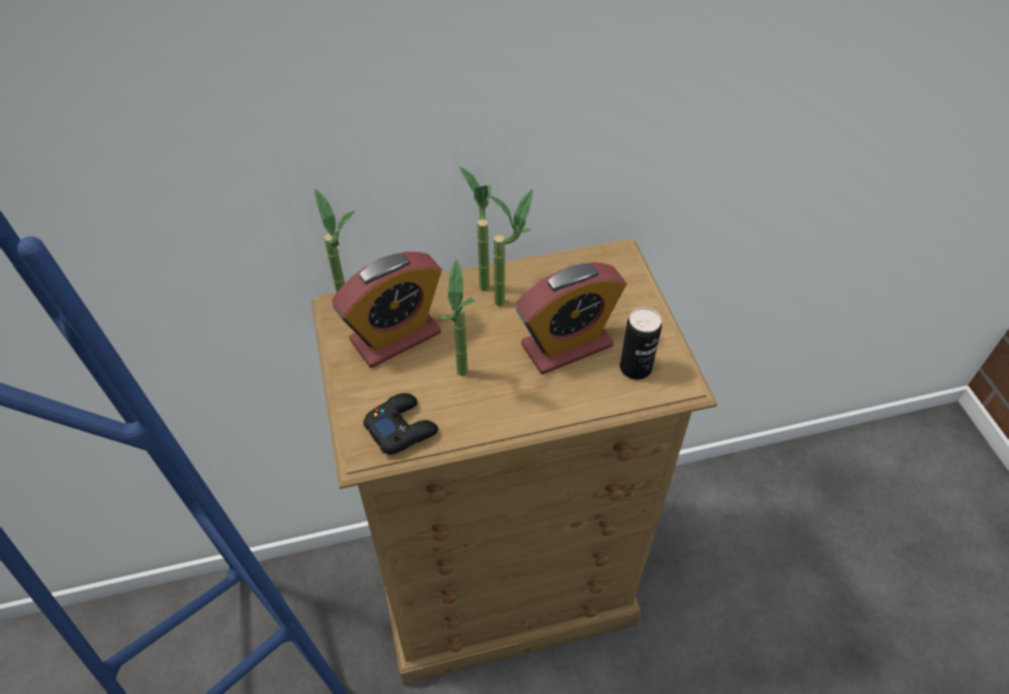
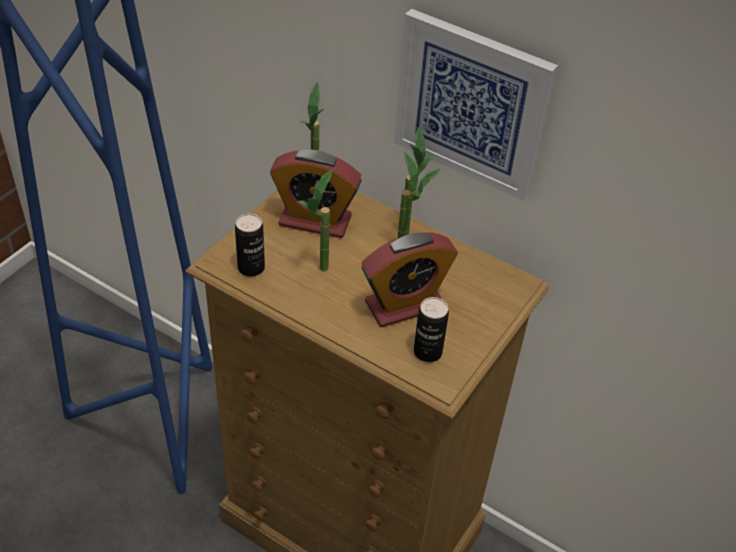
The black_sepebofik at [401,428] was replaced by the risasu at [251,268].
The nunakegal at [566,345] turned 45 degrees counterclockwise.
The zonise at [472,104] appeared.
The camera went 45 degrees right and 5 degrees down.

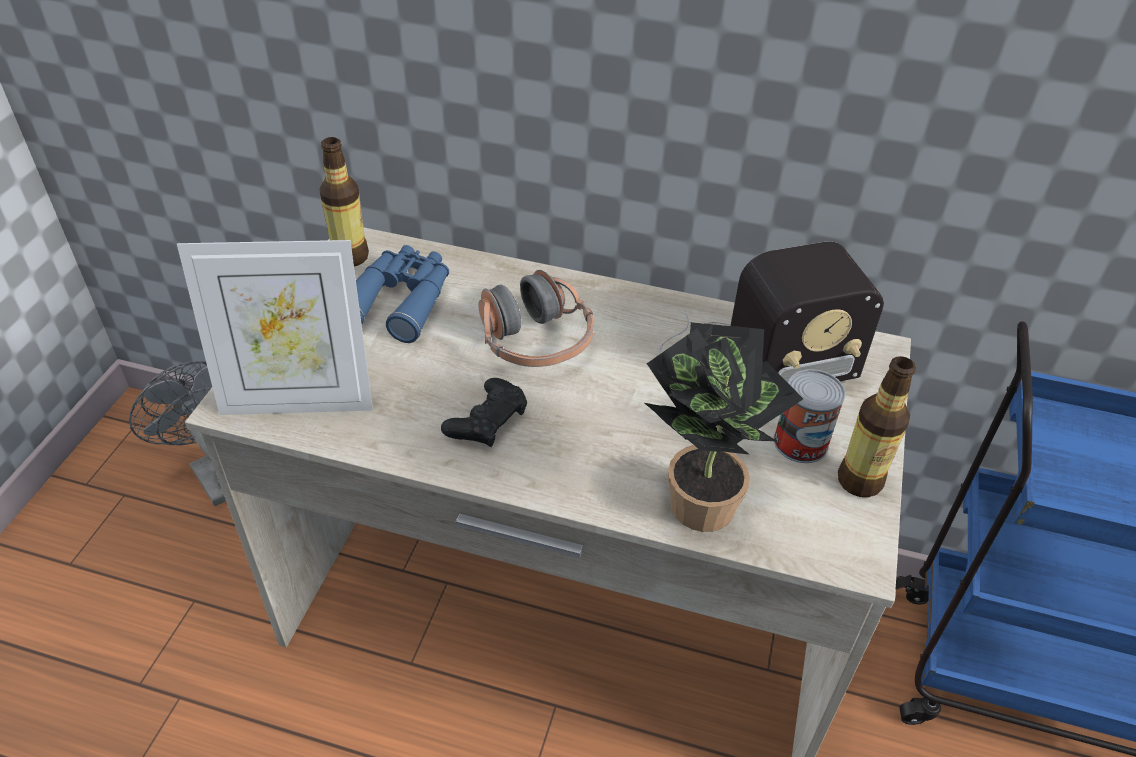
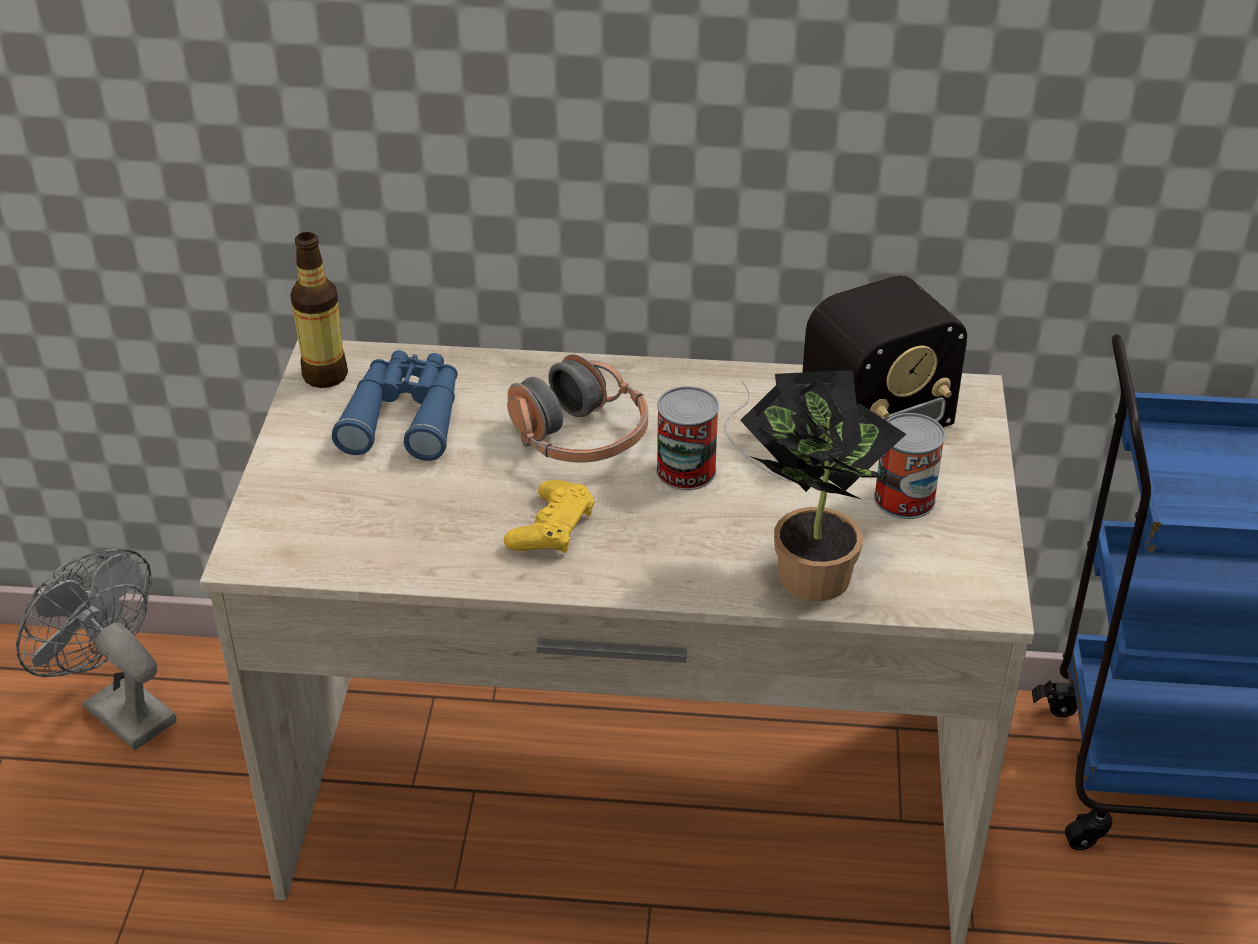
The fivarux at [298,401] disappeared.
The black_sepebofik at [487,420] became the yellow_sepebofik at [551,528].
The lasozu at [860,481] disappeared.
The risasu at [686,470] appeared.
The camera went 10 degrees left and 5 degrees down.

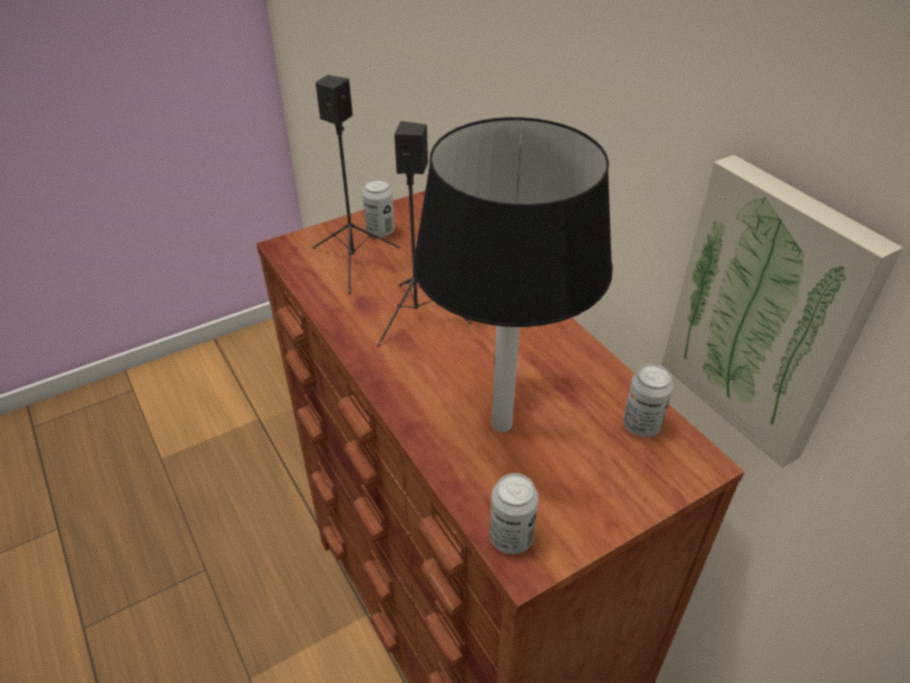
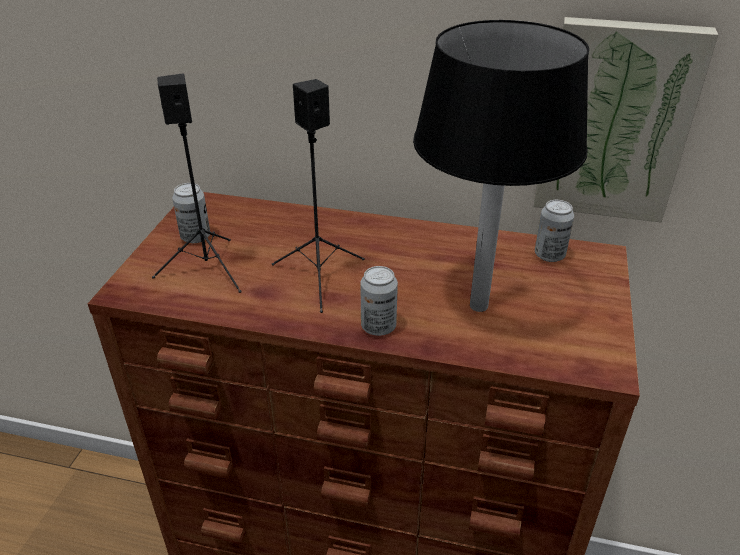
The risasu moved from [511,537] to [378,327].
The camera went 45 degrees left and 5 degrees down.

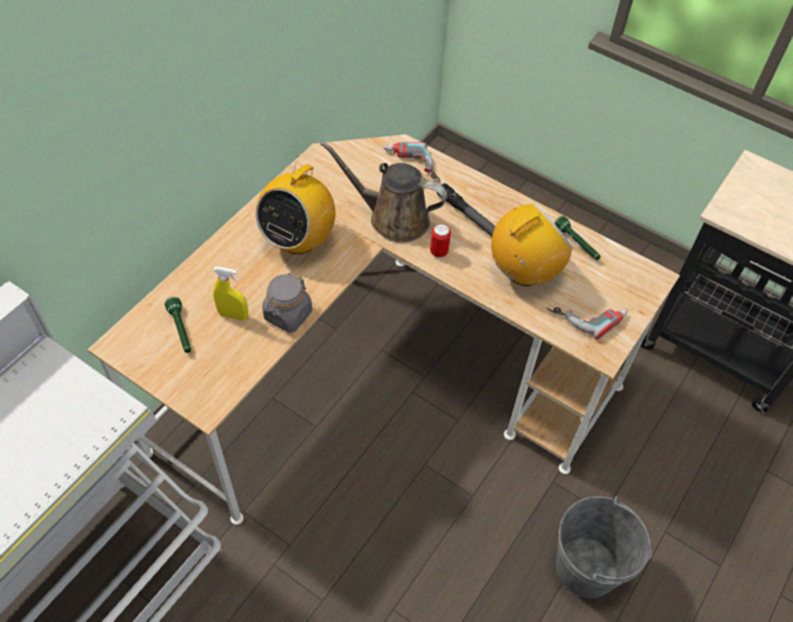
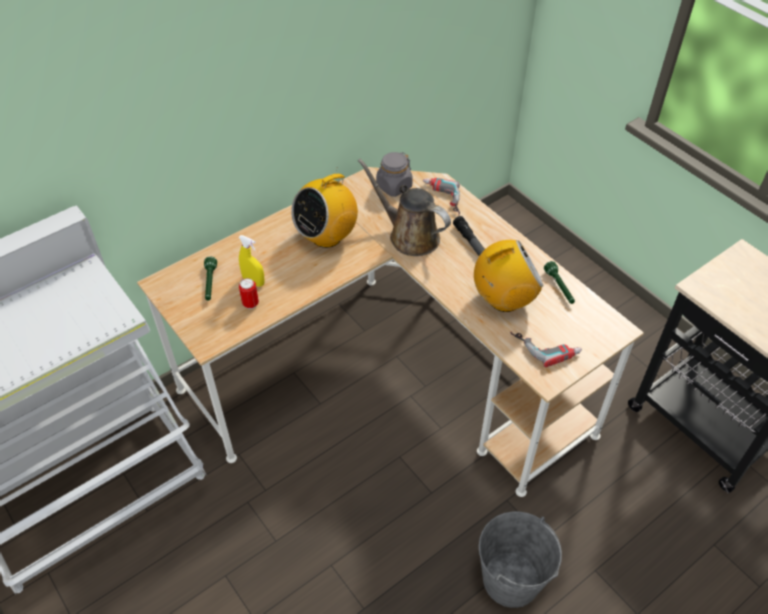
The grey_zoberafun moved from [288,315] to [394,186].
The risasu moved from [439,252] to [250,304].
The camera went 20 degrees right and 5 degrees down.

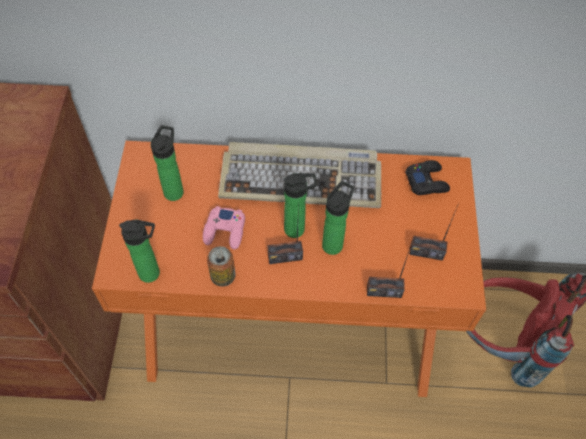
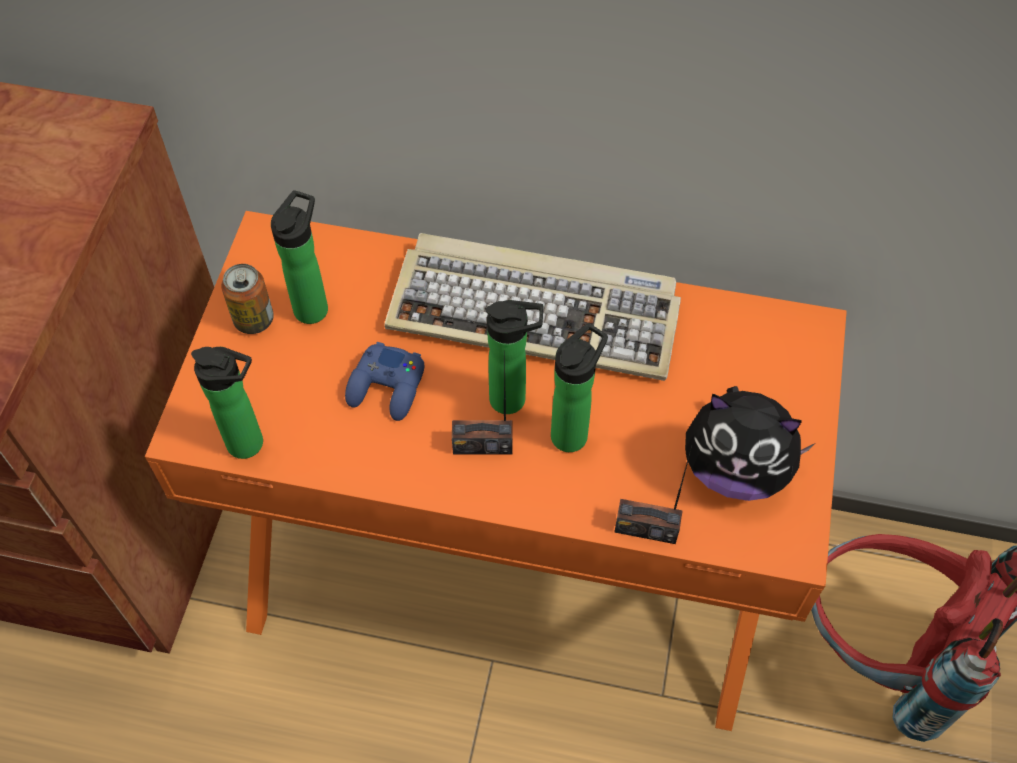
The pink_sepebofik at [225,231] became the blue_sepebofik at [387,387].
The risasu moved from [223,276] to [254,319].
The black_sepebofik at [427,181] disappeared.
The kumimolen at [426,252] was replaced by the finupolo at [735,469].
The camera went 10 degrees right and 0 degrees up.

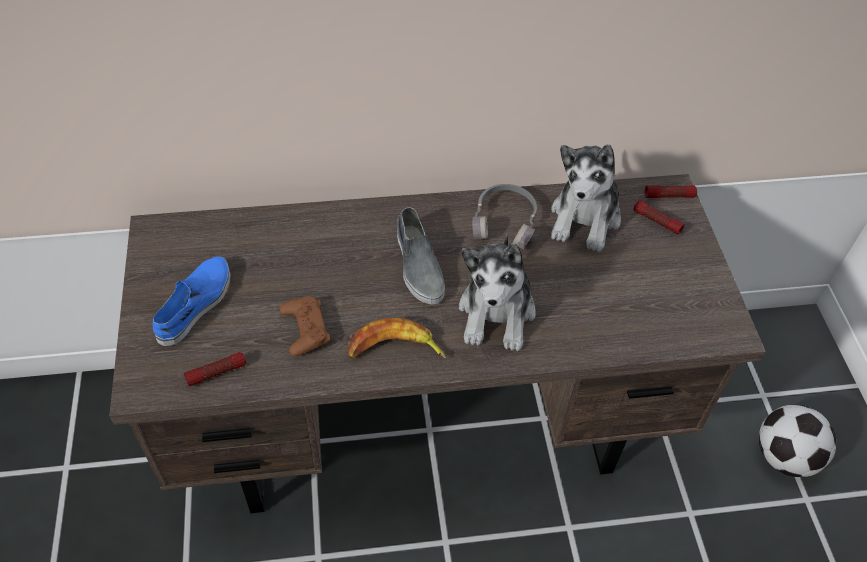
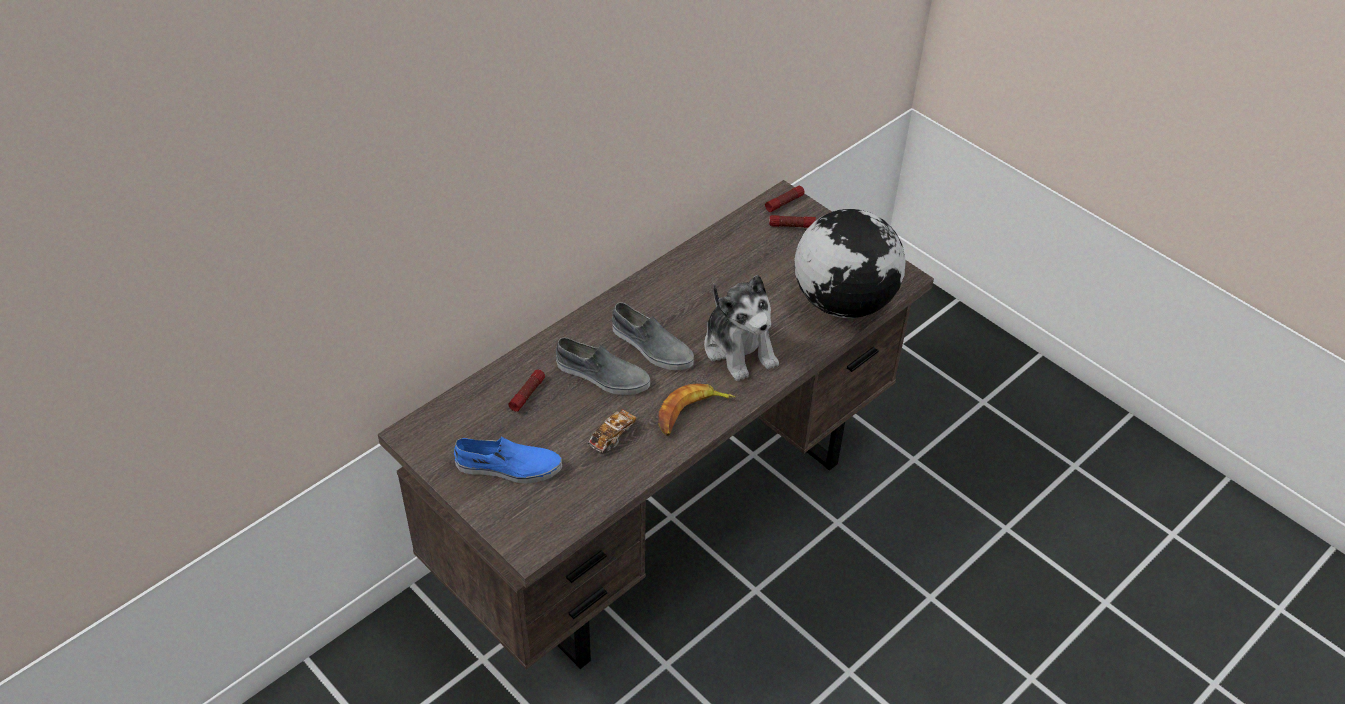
The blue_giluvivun at [196,305] turned 105 degrees clockwise.
The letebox moved from [216,372] to [527,394].
The brown_sepebofik at [305,329] was replaced by the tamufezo at [612,436].
The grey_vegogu at [505,221] disappeared.
The finupolo at [585,218] disappeared.
The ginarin at [784,456] disappeared.
The grey_giluvivun at [602,375] appeared.
The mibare at [843,301] appeared.
The camera went 35 degrees left and 5 degrees down.

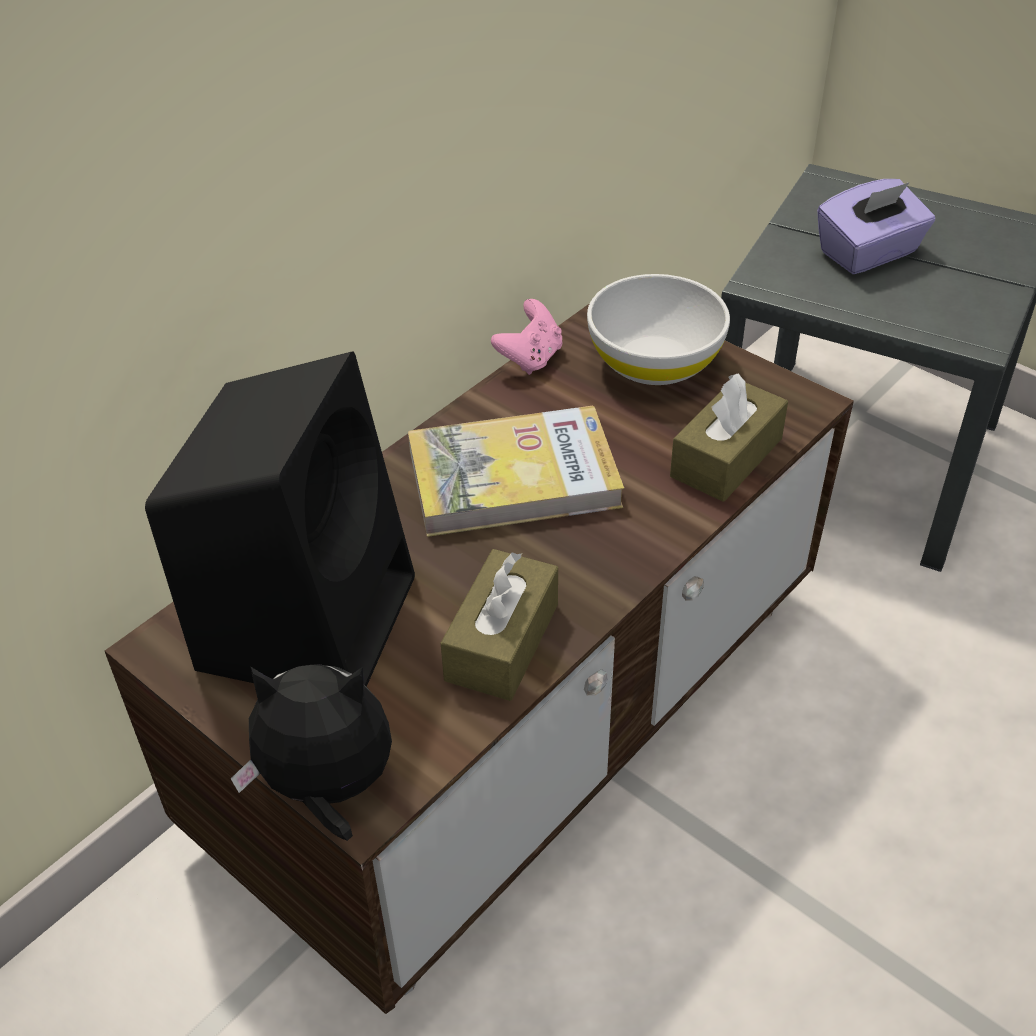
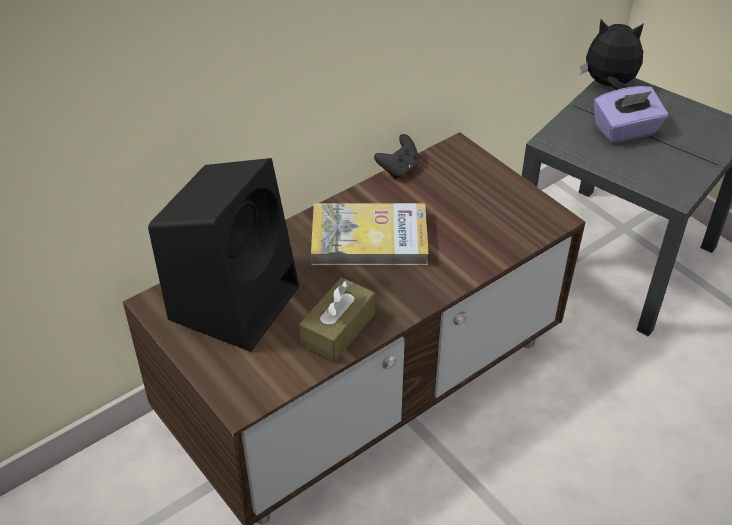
The finupolo moved from [327,789] to [609,85].
The pink_sepebofik at [530,358] became the black_sepebofik at [399,169].
The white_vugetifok at [654,361] disappeared.
The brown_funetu at [726,457] disappeared.
The camera went 10 degrees right and 0 degrees up.

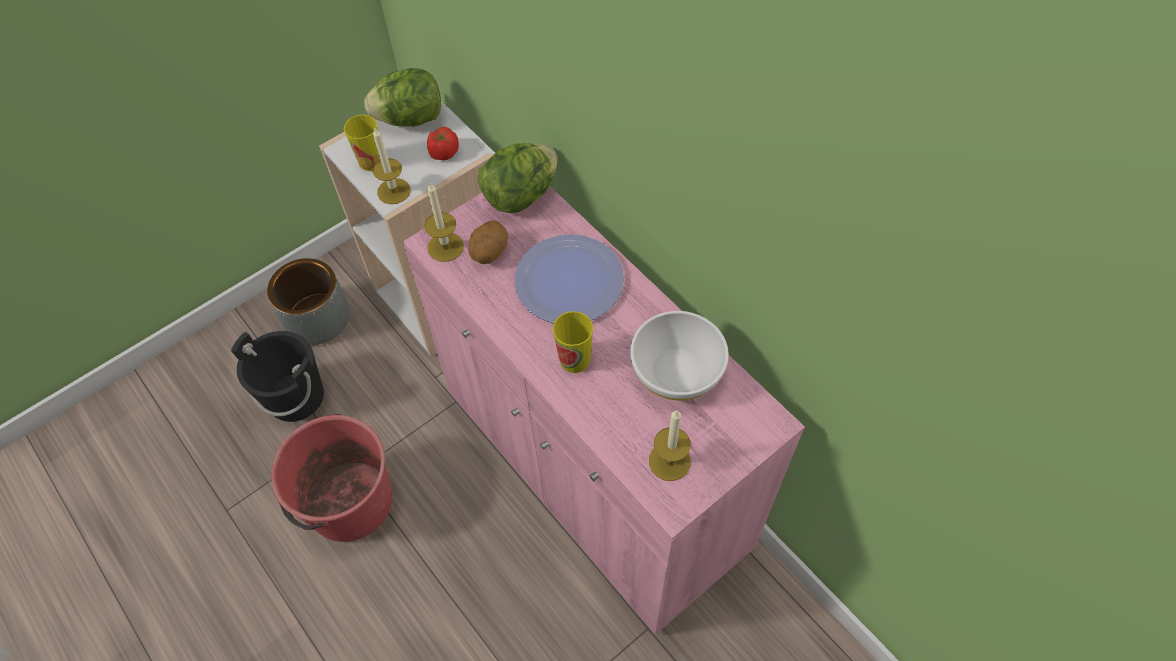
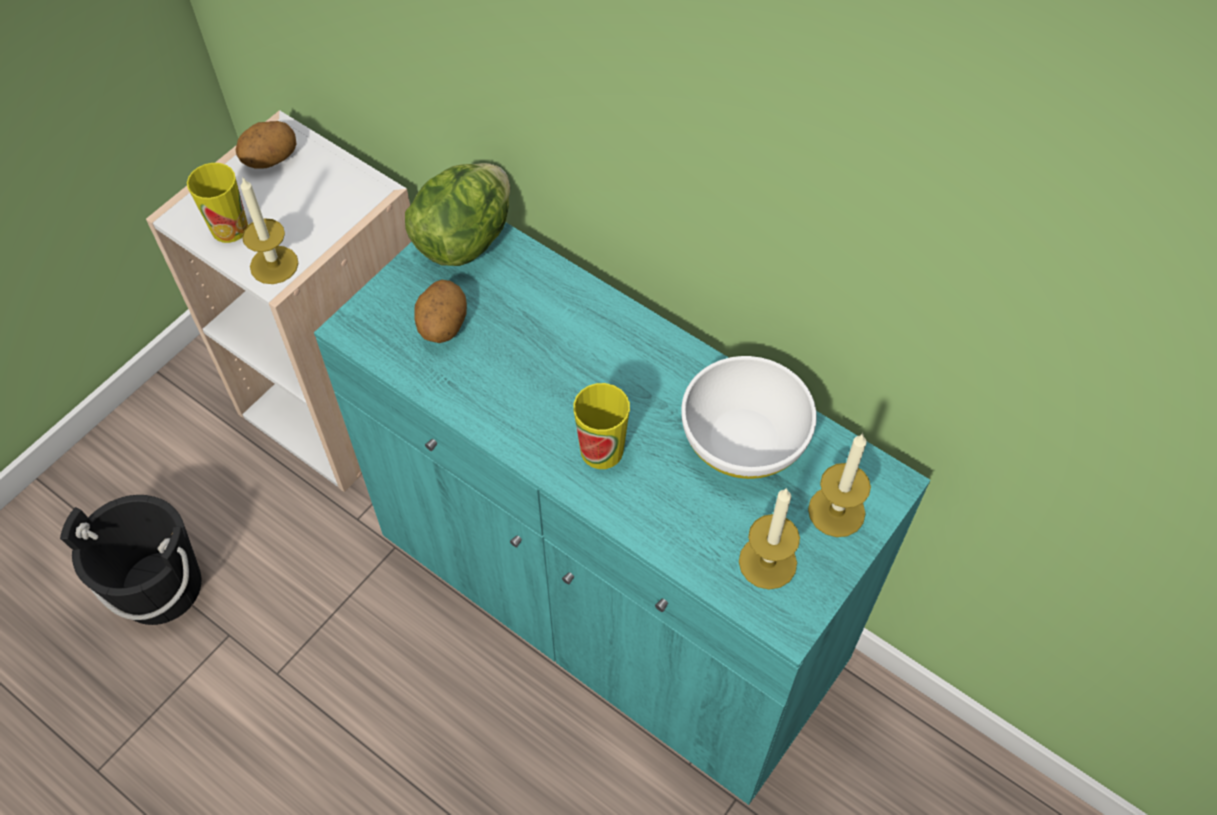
The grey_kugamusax at [318,318] disappeared.
The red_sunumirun at [348,502] disappeared.
The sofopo at [410,118] was replaced by the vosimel at [271,159].
The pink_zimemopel at [594,468] became the turquoise_zimemopel at [609,599].
The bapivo moved from [445,247] to [836,511].
The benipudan at [444,153] disappeared.
The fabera at [569,281] disappeared.
The camera went 15 degrees left and 0 degrees up.

